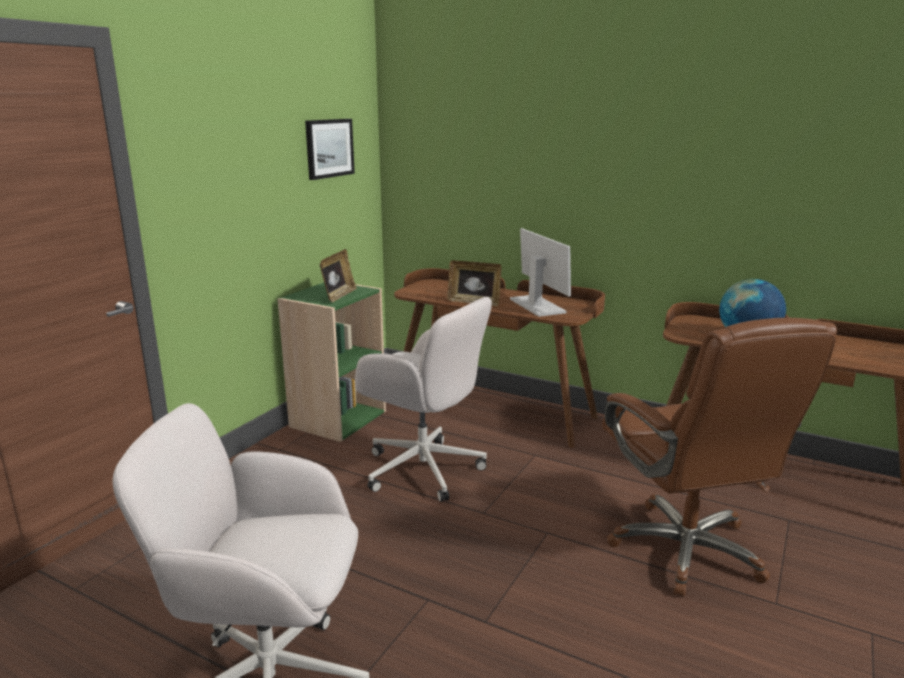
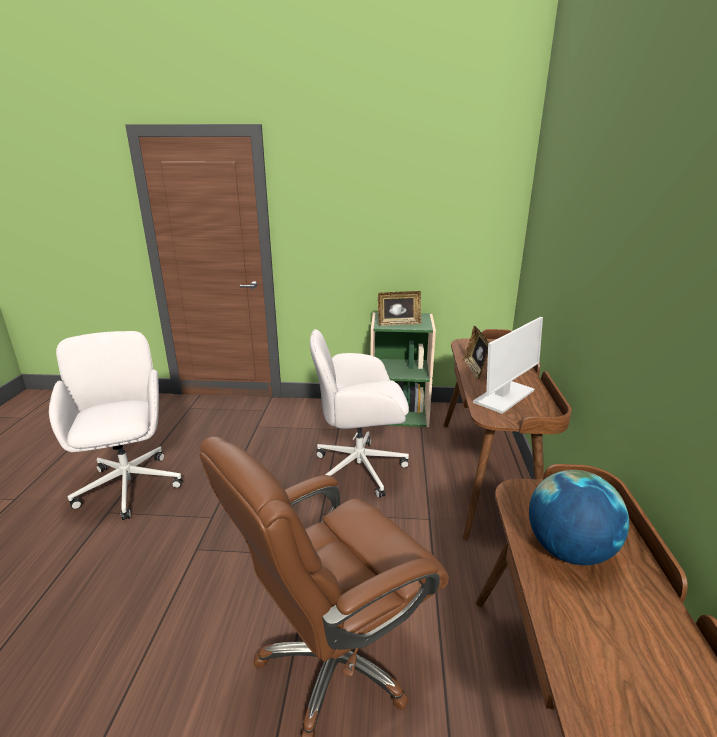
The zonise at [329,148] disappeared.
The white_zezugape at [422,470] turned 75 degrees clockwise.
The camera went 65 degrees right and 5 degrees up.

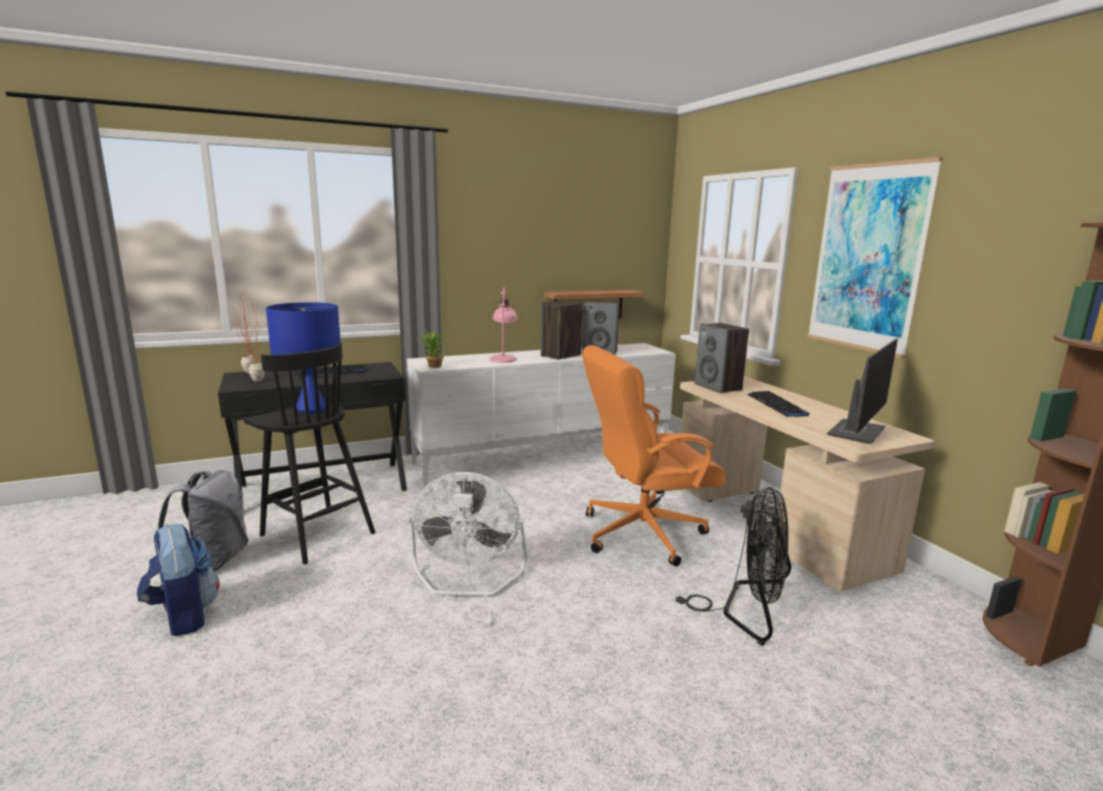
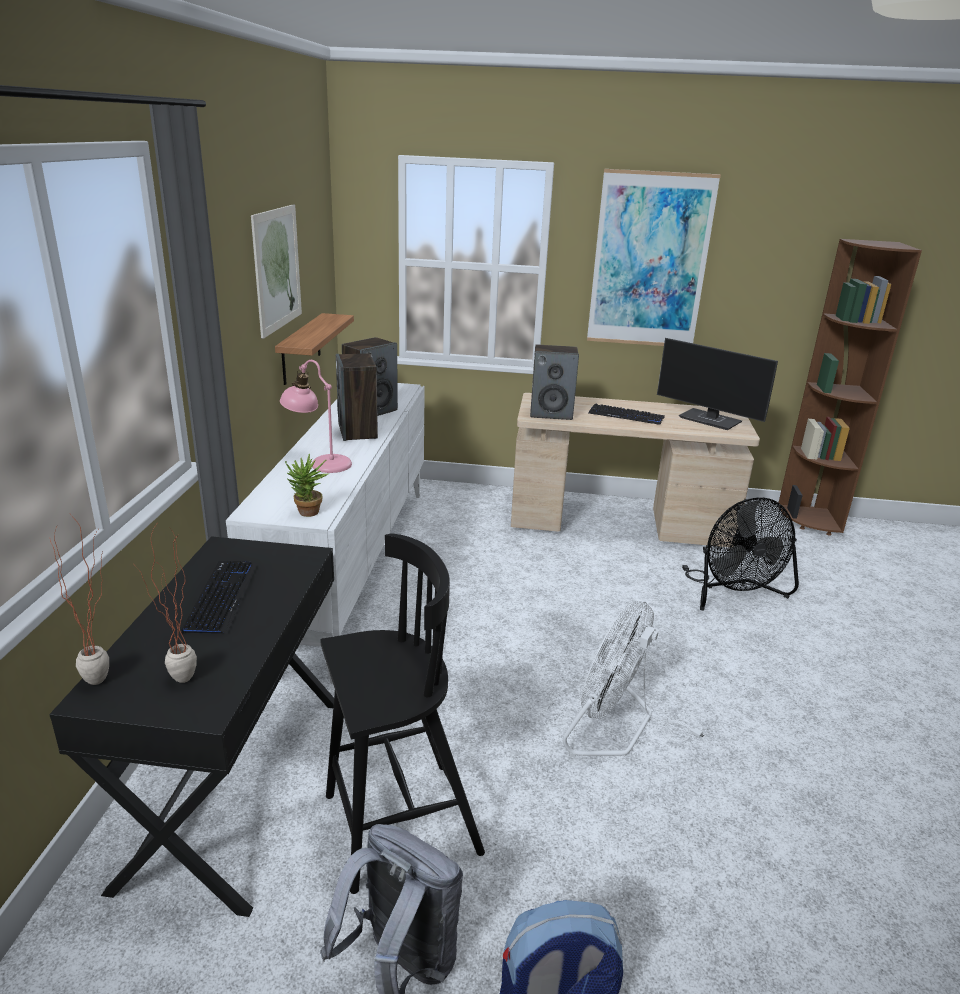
The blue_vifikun at [311,410] disappeared.
The orange_zezugape at [643,533] disappeared.
The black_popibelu at [746,606] turned 105 degrees clockwise.
The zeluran at [856,431] turned 150 degrees clockwise.
The zonise at [277,269] appeared.
The camera went 60 degrees left and 10 degrees up.

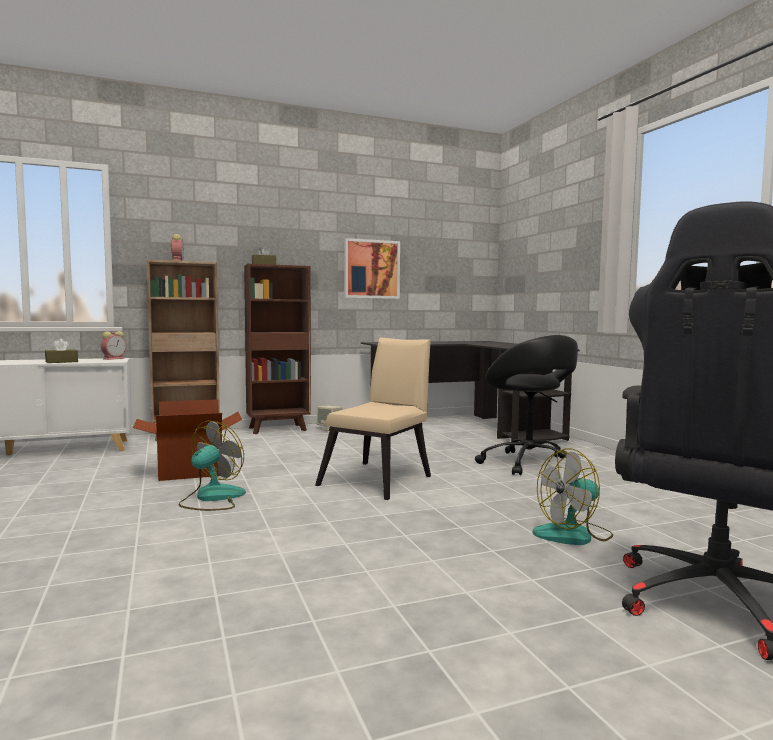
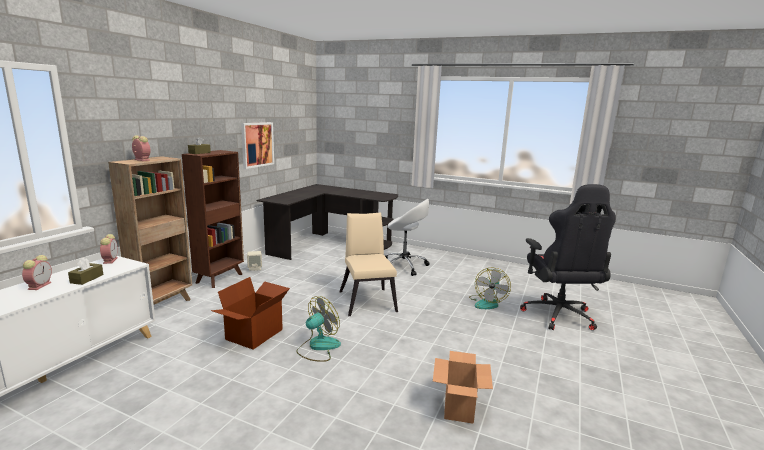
The popibelu at [212,498] turned 60 degrees clockwise.
The black_zezugape at [528,464] became the white_zezugape at [405,266].
The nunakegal at [40,285] appeared.
The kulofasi at [459,408] appeared.
The camera went 45 degrees left and 10 degrees up.

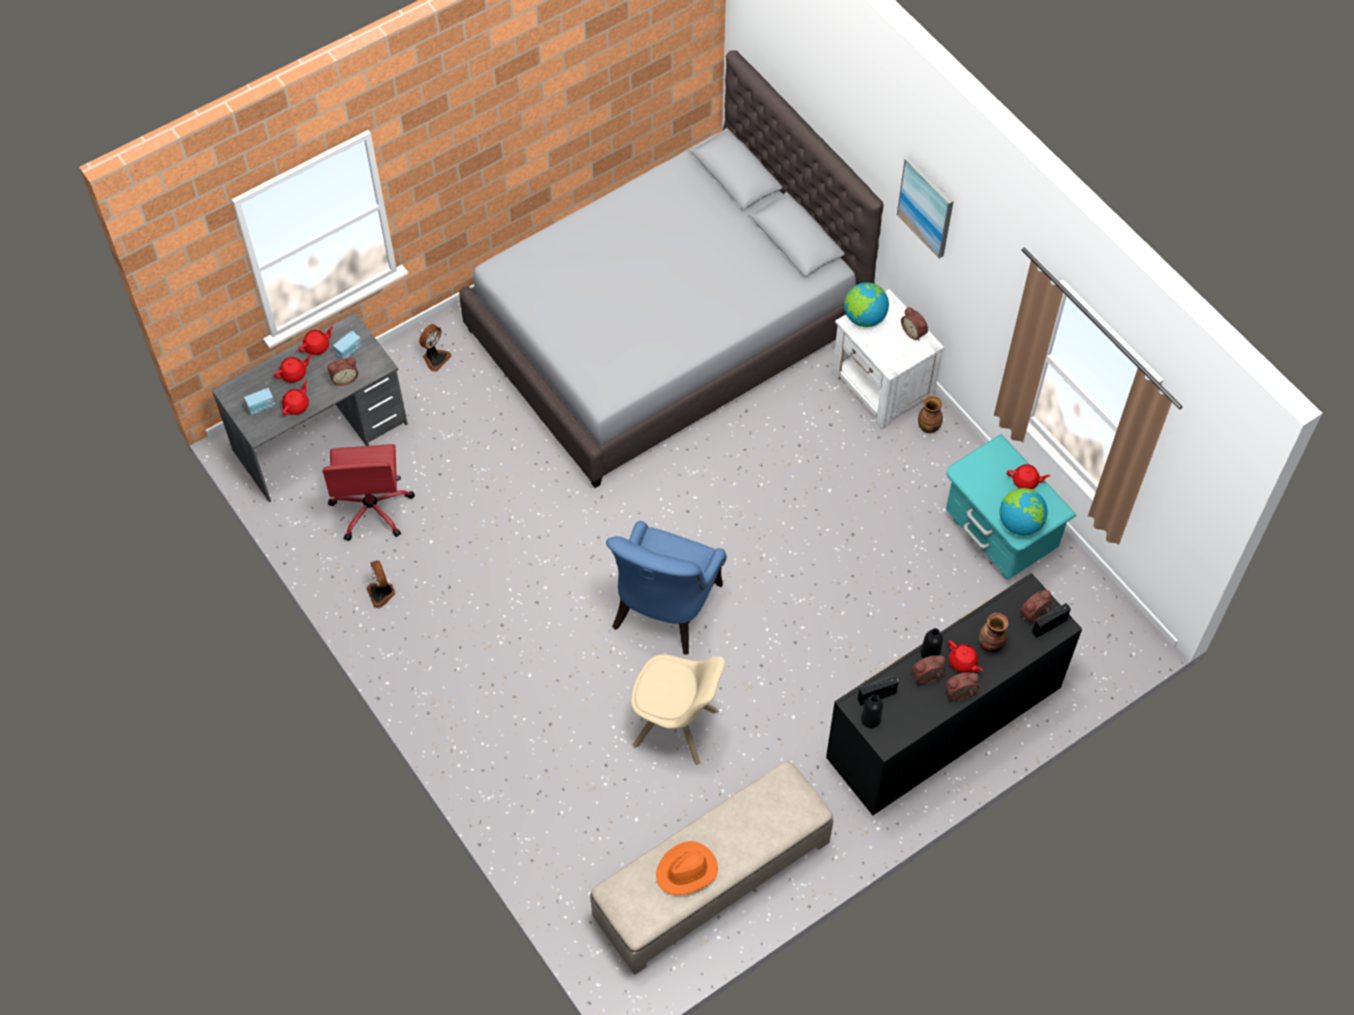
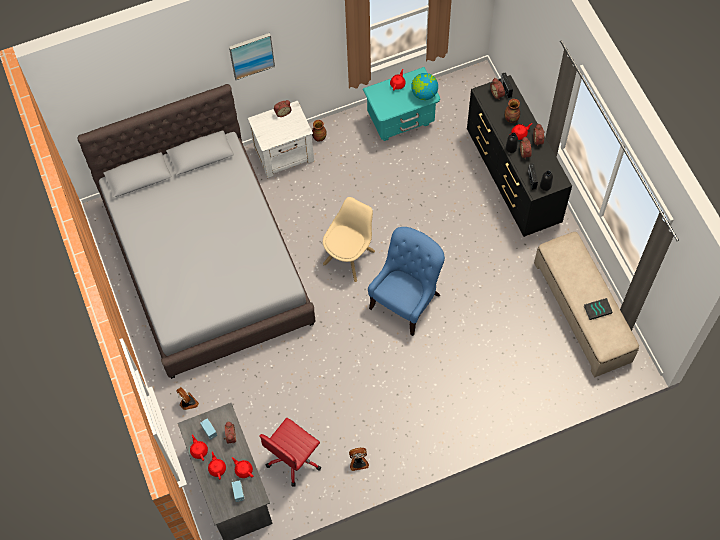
The red_zezugape at [372,509] turned 120 degrees clockwise.
The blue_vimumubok at [665,607] turned 90 degrees counterclockwise.
The beige_vimumubok moved from [676,727] to [349,257].
The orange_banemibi at [687,871] was replaced by the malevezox at [597,309].
The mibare at [864,317] disappeared.
The camera went 75 degrees left and 5 degrees up.

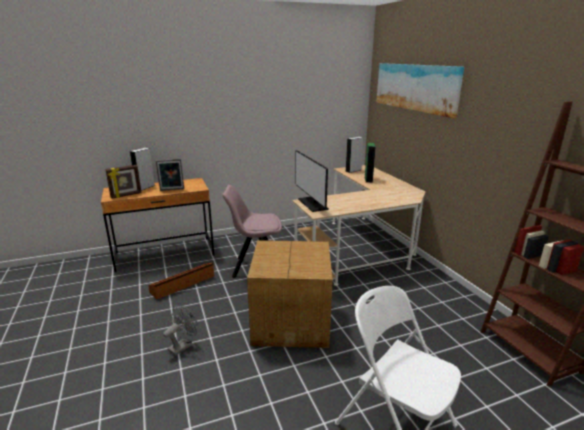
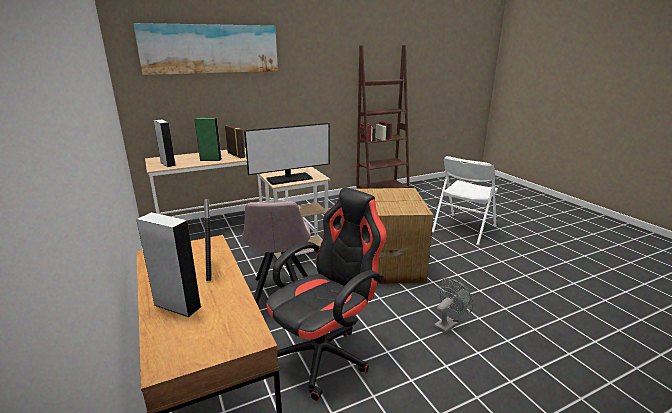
The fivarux moved from [126,195] to [236,155].
The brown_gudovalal at [183,284] was replaced by the black_zezugape at [326,354].
The grey_popibelu at [183,345] turned 105 degrees clockwise.
The camera went 95 degrees left and 0 degrees up.

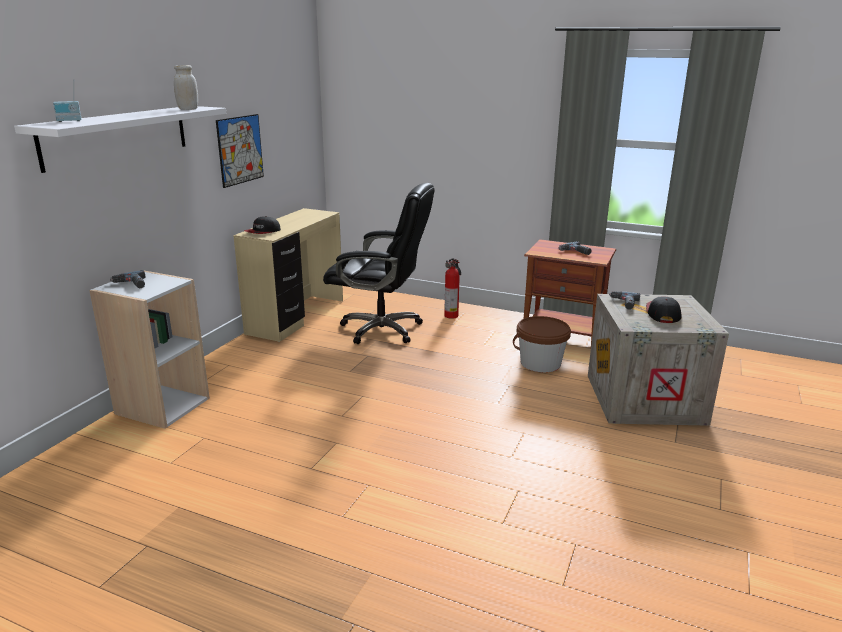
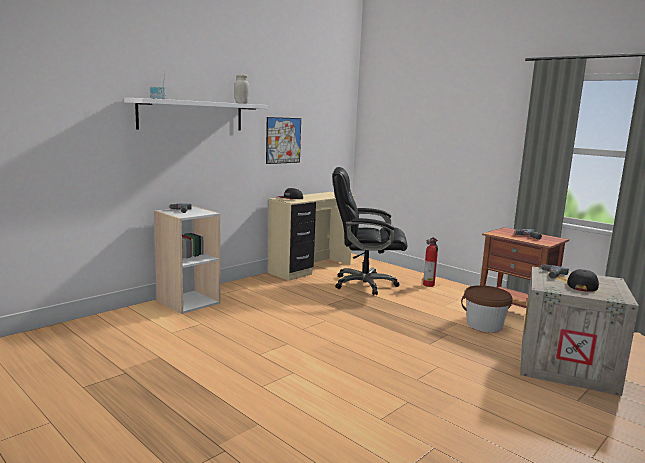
The black_zezugape at [379,329] turned 150 degrees clockwise.
The camera went 20 degrees right and 10 degrees down.

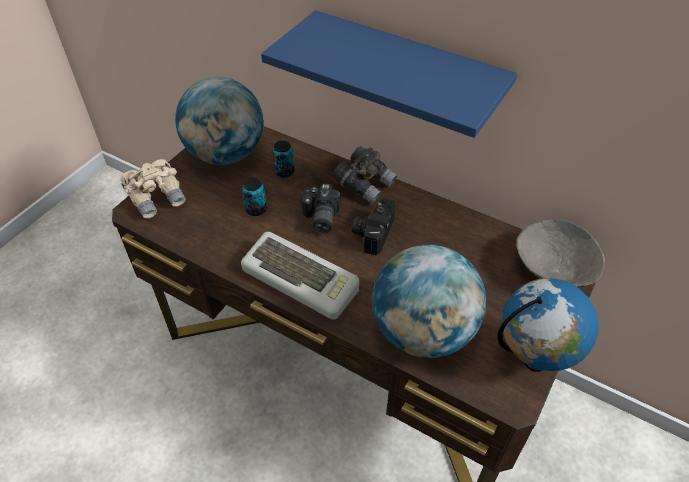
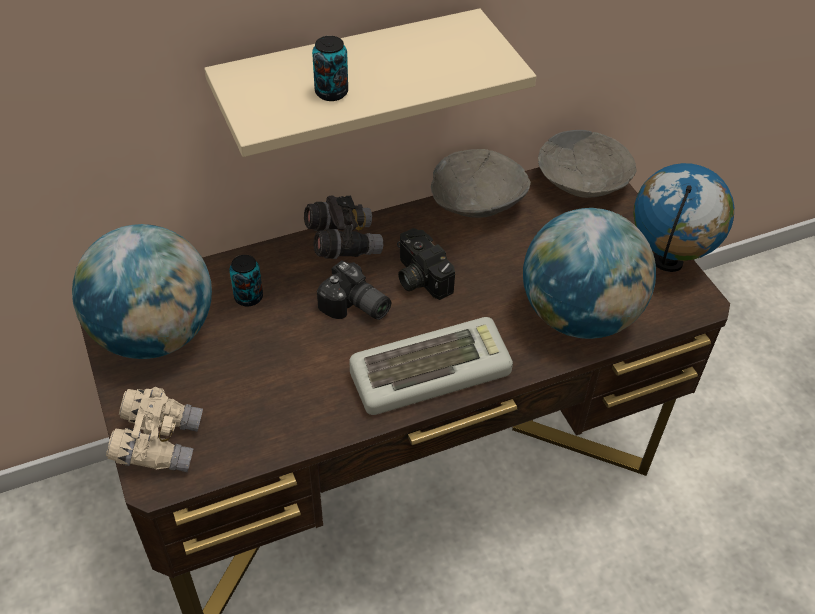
The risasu moved from [256,209] to [331,92].
The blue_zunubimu at [407,74] became the beige_zunubimu at [349,80].
The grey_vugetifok at [477,205] appeared.
The camera went 55 degrees left and 0 degrees up.

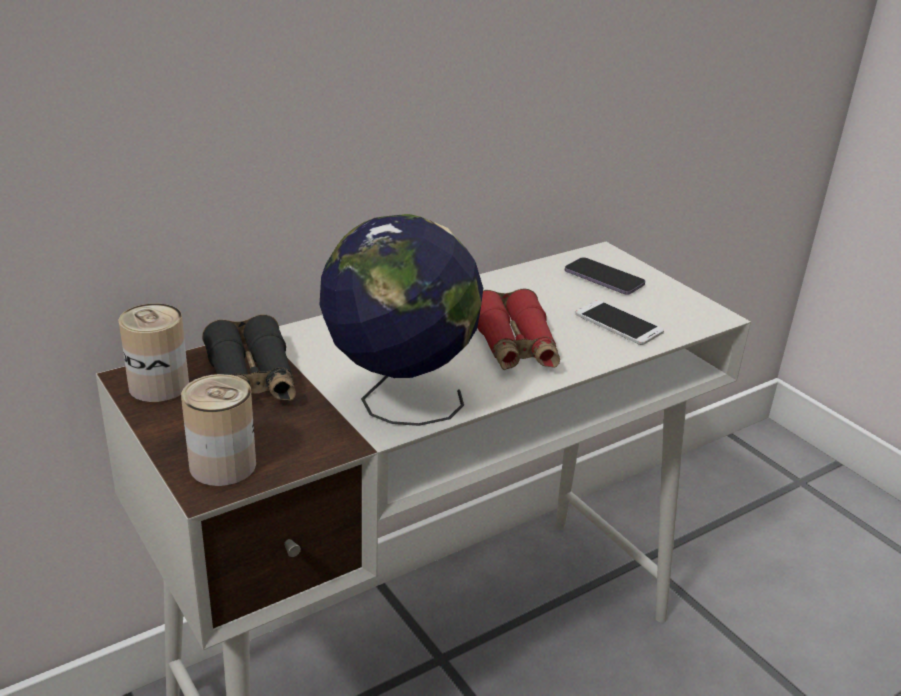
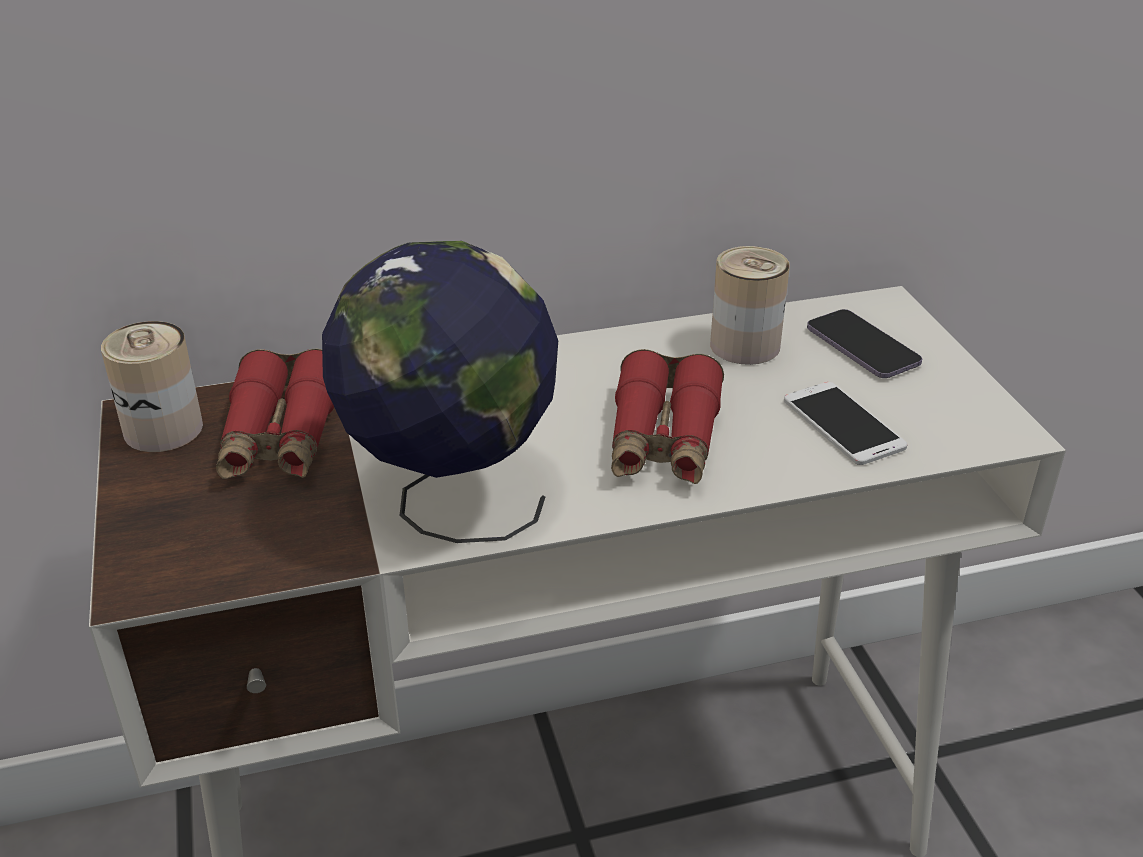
The risasu moved from [223,465] to [745,345].
The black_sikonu at [252,379] became the red_sikonu at [281,437].
The camera went 20 degrees right and 5 degrees up.

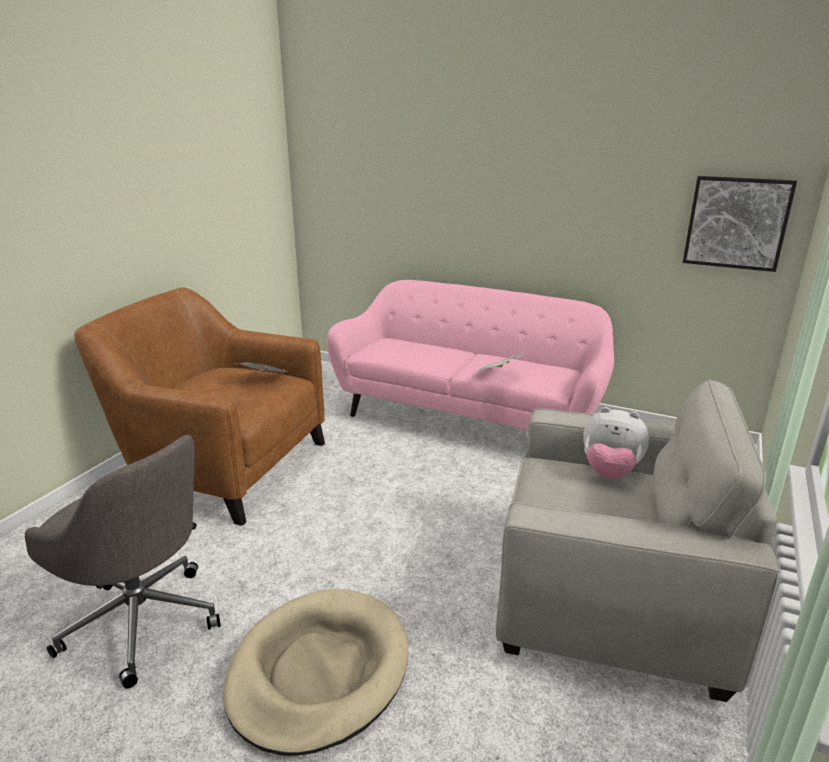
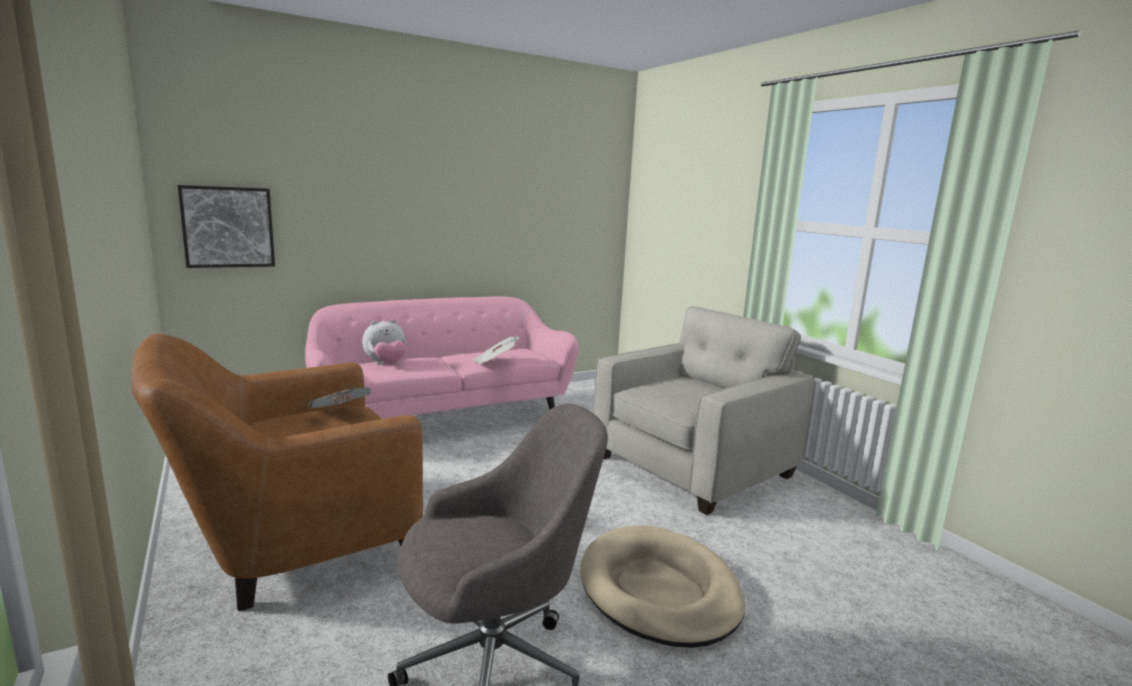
The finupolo moved from [610,472] to [386,364].
The zonise moved from [736,223] to [228,227].
The camera went 55 degrees left and 10 degrees down.

